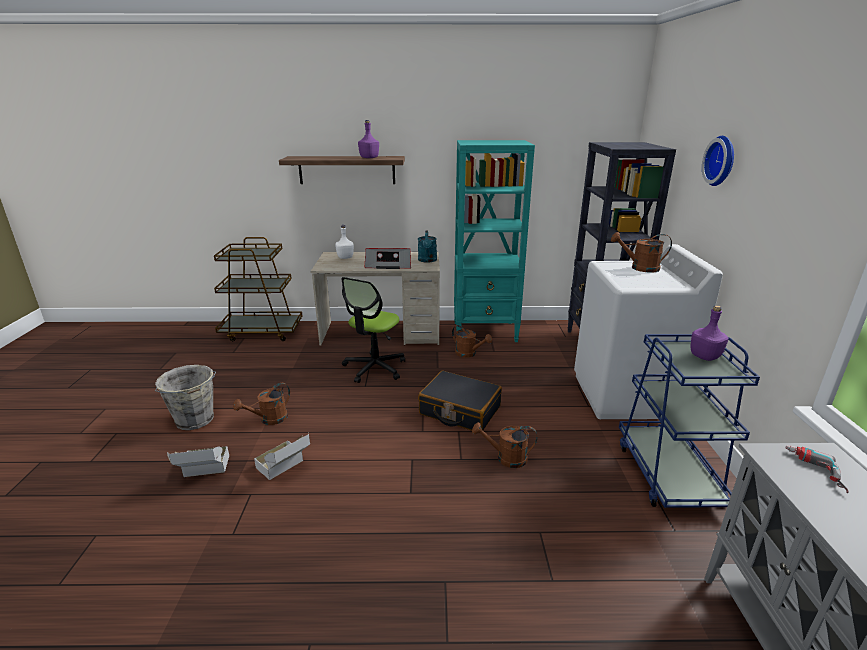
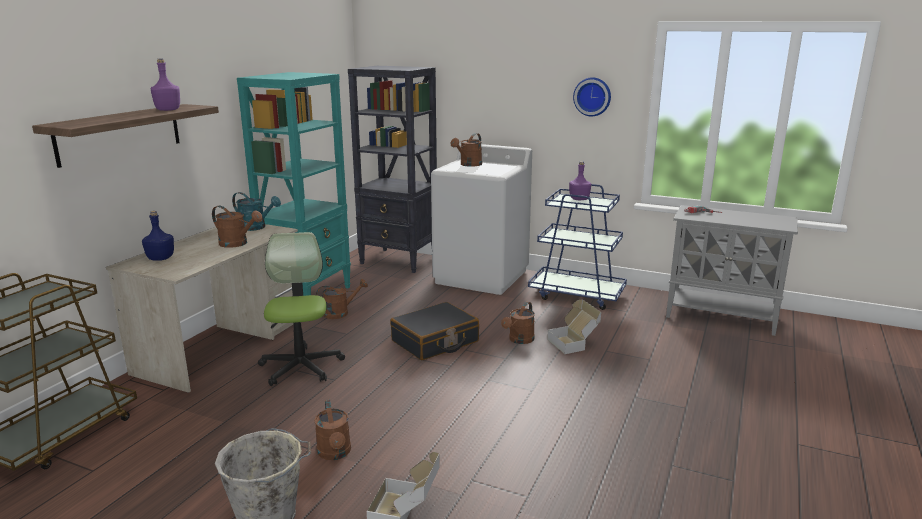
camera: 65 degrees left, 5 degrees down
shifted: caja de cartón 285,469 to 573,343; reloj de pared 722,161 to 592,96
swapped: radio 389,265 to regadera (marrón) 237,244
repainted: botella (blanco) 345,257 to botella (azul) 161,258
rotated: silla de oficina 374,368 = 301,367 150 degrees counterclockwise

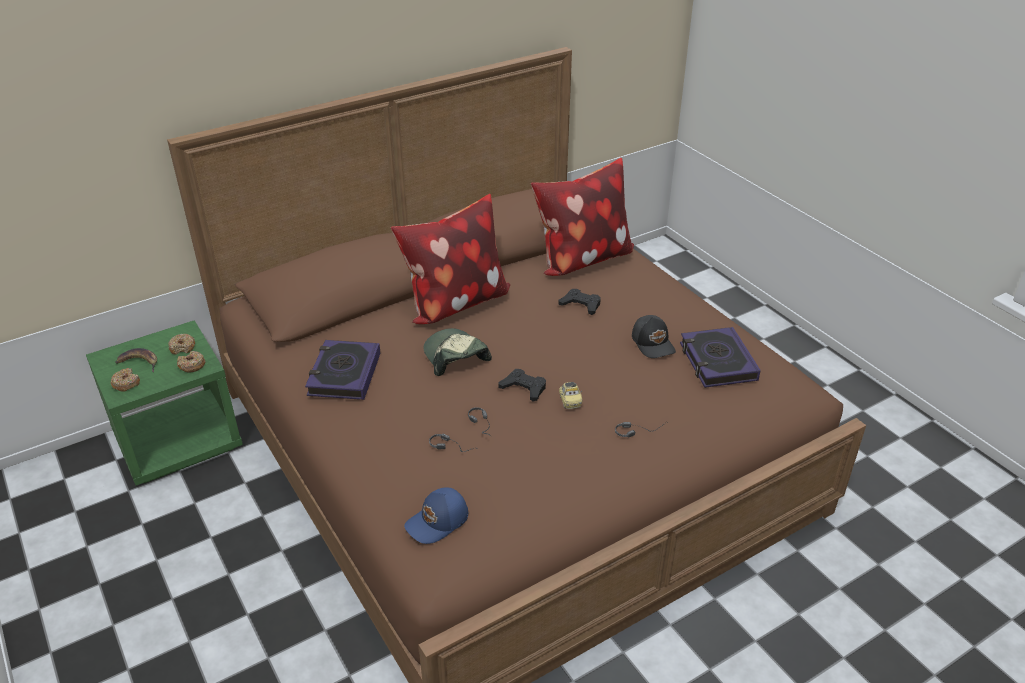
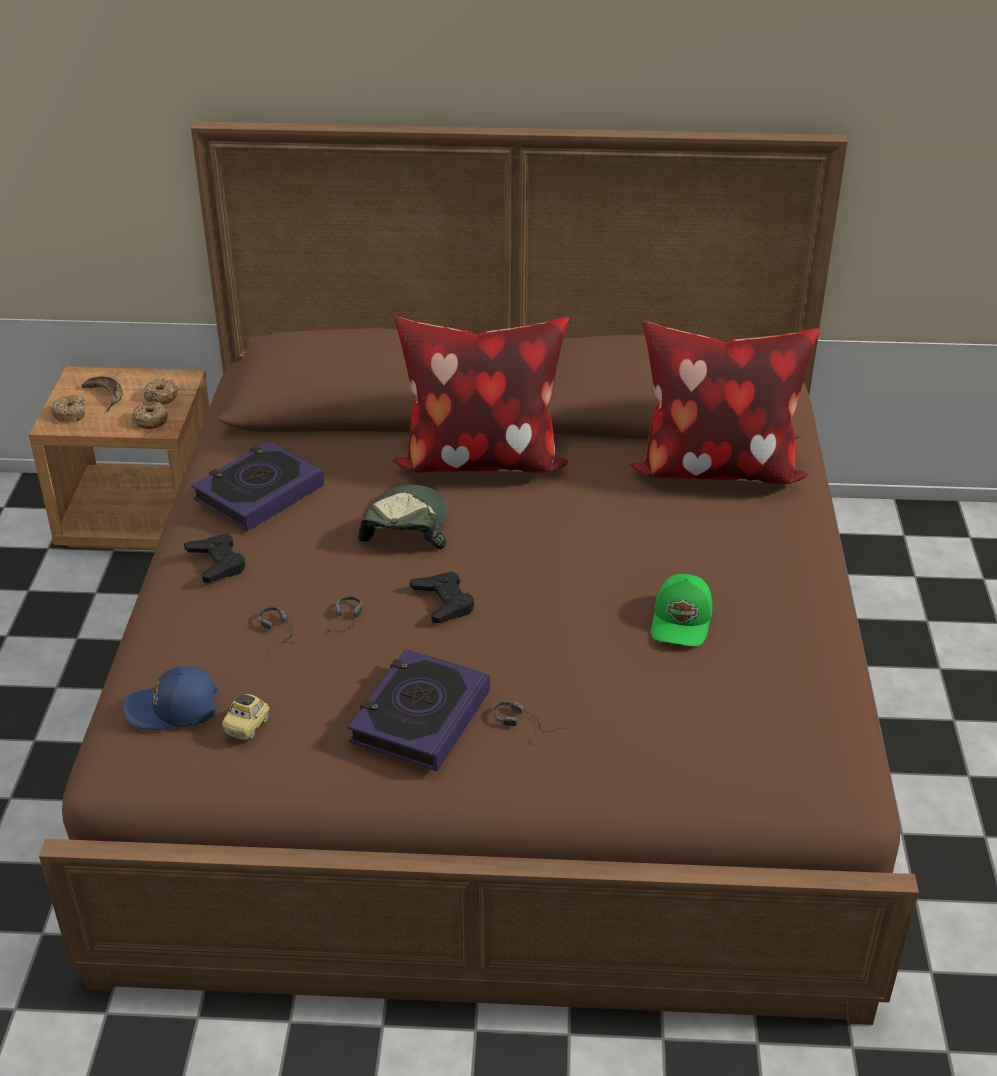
camera: 35 degrees right, 0 degrees up
shifted: mando de consola (negro) 580,305 to 217,563; coche de juguete 570,401 to 248,726; libro 717,362 to 420,717
repainted: mesita de noche (verde) 179,441 to mesita de noche (marrón) 142,517; gorra (negro) 653,343 to gorra (verde) 682,621

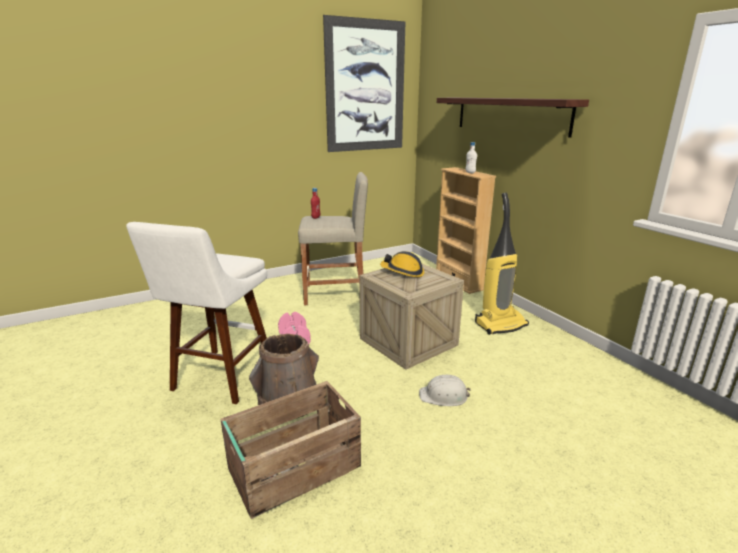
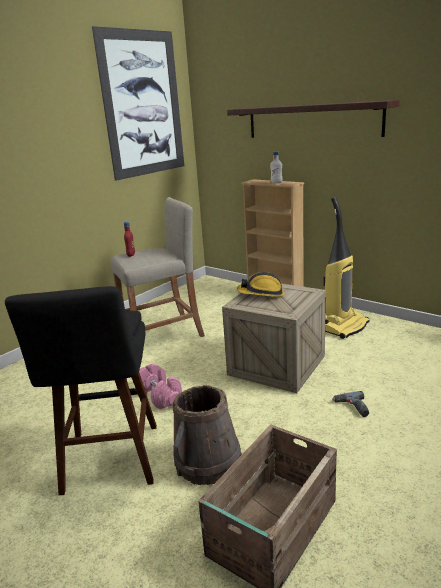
camera: 20 degrees left, 0 degrees up
swapped: casco (blanco) 444,396 to taladro 352,408
repainted: taburete (blanco) 220,379 to taburete (negro) 110,463

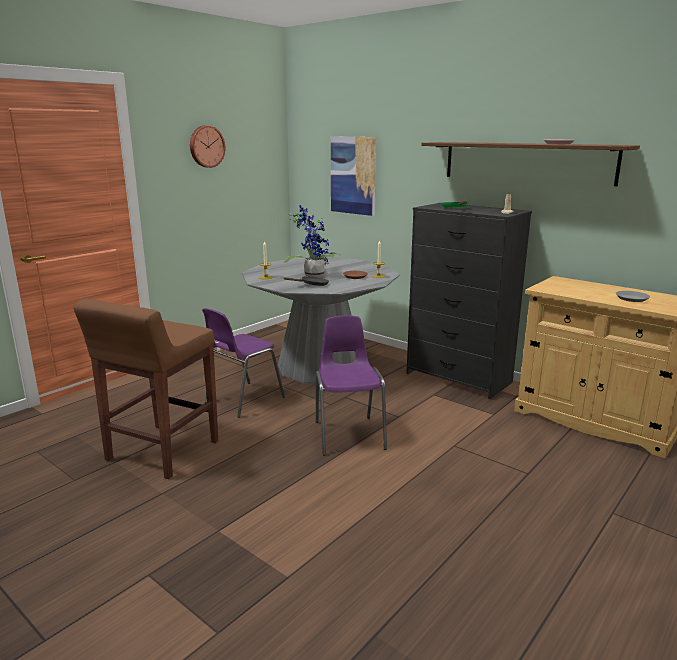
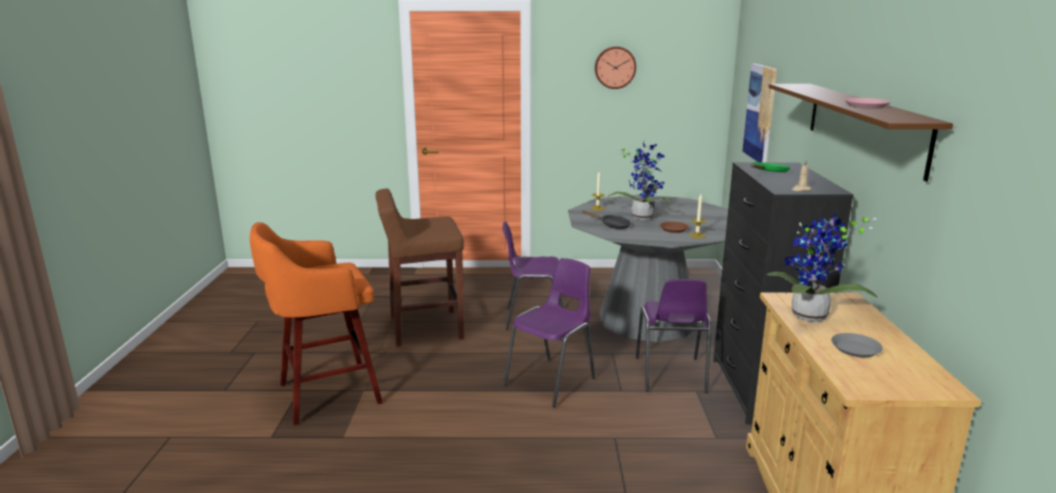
camera: 50 degrees right, 0 degrees up
new: taburete (naranja) 325,394; silla (morado) 670,376; planta en maceta 809,318

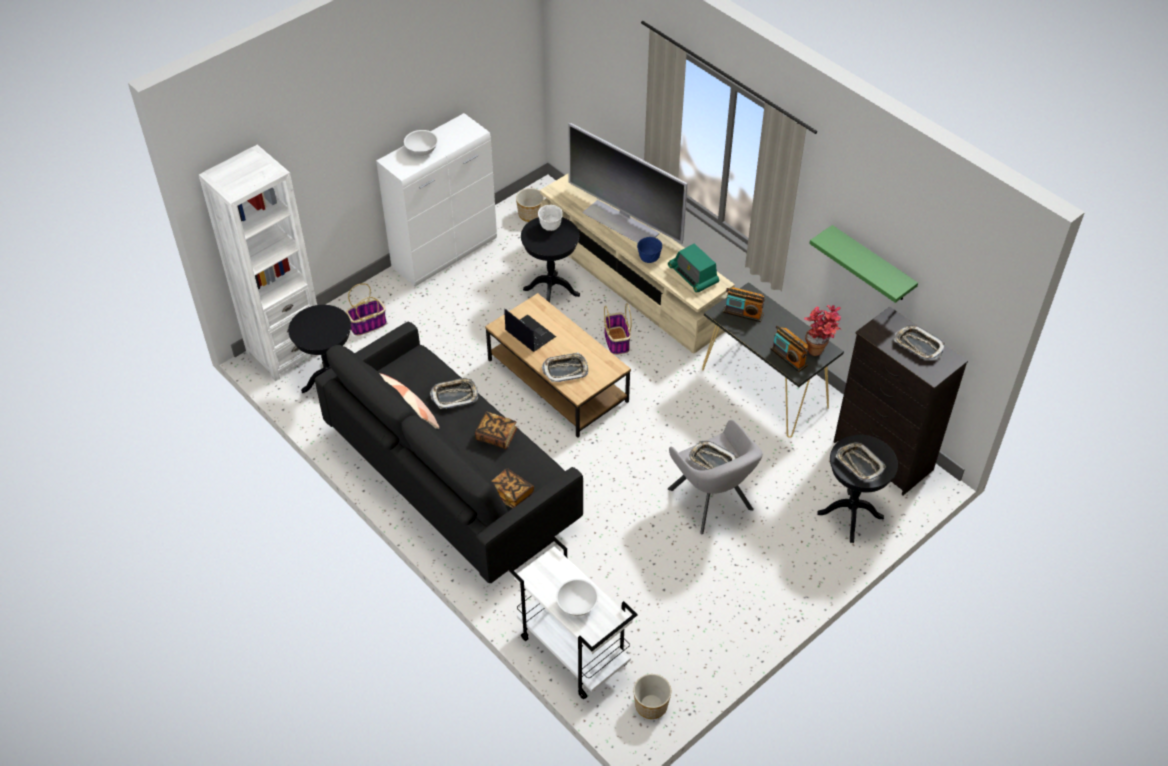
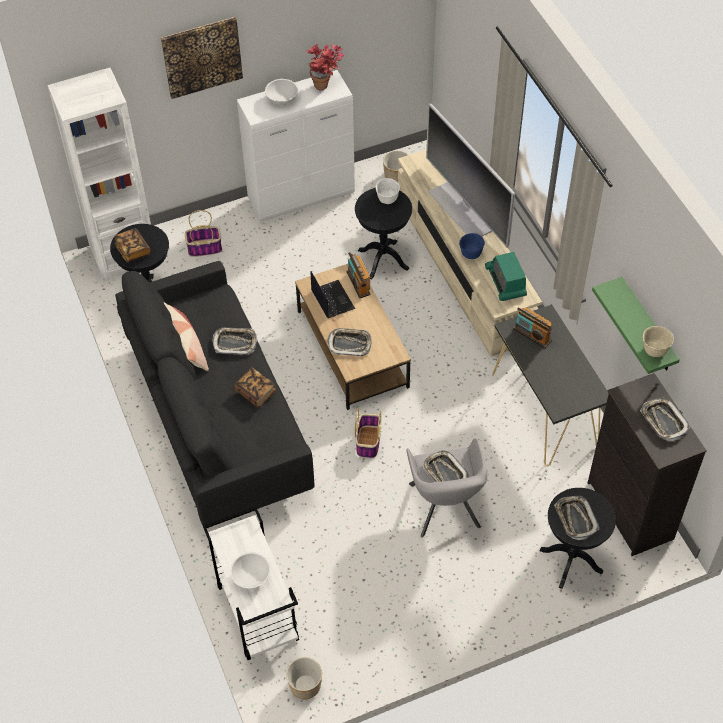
camera: 20 degrees right, 5 degrees up
new: cuadro 202,57; cuenco (beis) 654,350
shifted: libro 511,493 to 133,250; planta en maceta 819,349 to 326,85; radio 788,357 to 358,283; cesta 616,341 to 368,441

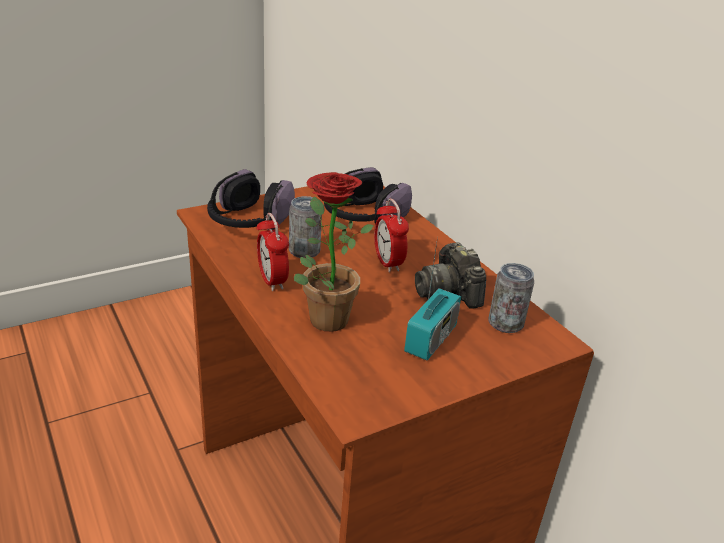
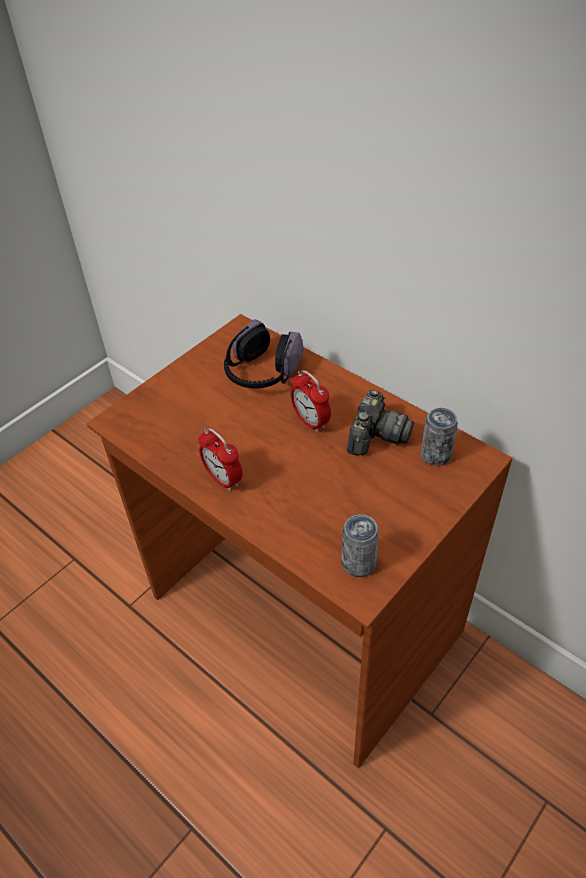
camera: 15 degrees left, 15 degrees up
gone: auriculares 248,222; planta en maceta 323,315; radio 431,339
shifted: lata 304,251 to 358,563
rotated: cámara 449,291 = 376,436 120 degrees counterclockwise

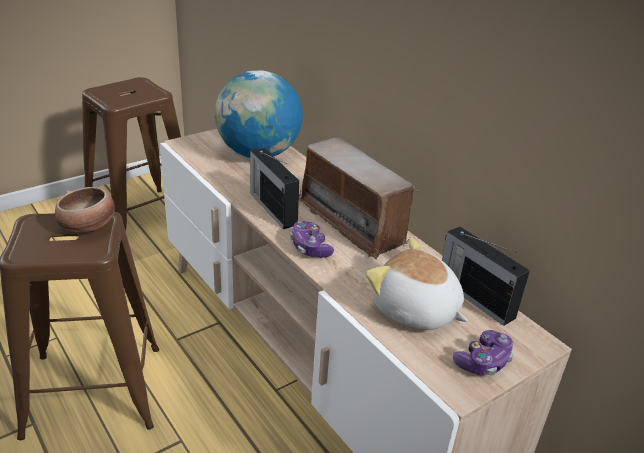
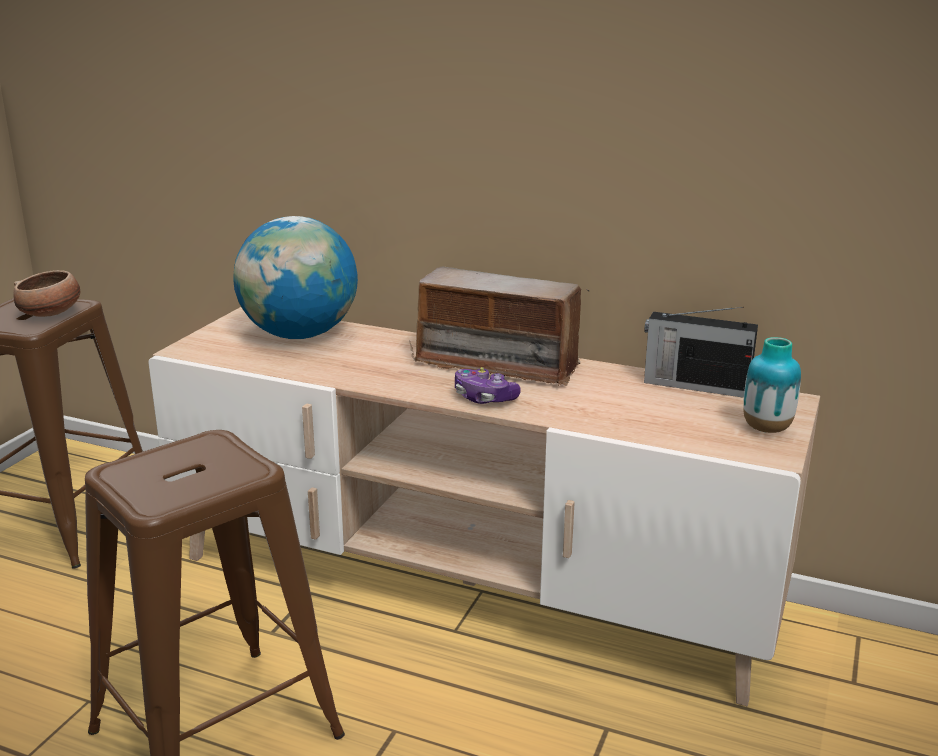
camera: 30 degrees left, 10 degrees down
gone: radio 272,208; peluche 415,311
shifted: cuenco 88,226 to 51,313
swapped: mando de consola 483,361 to florero 766,428

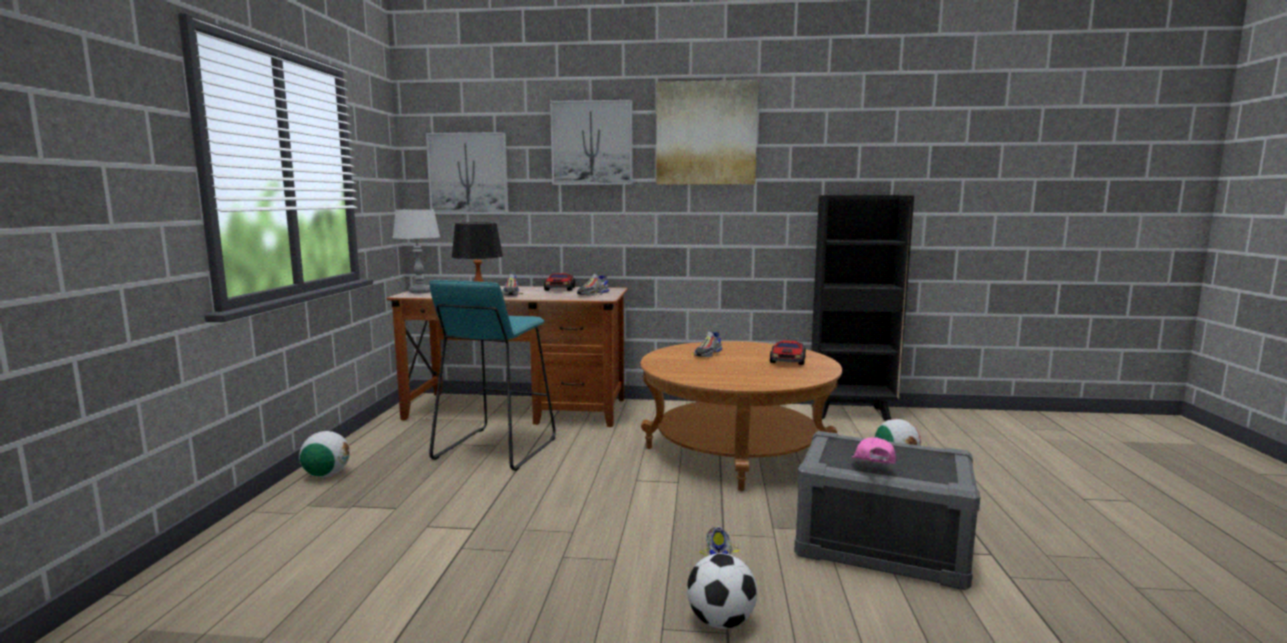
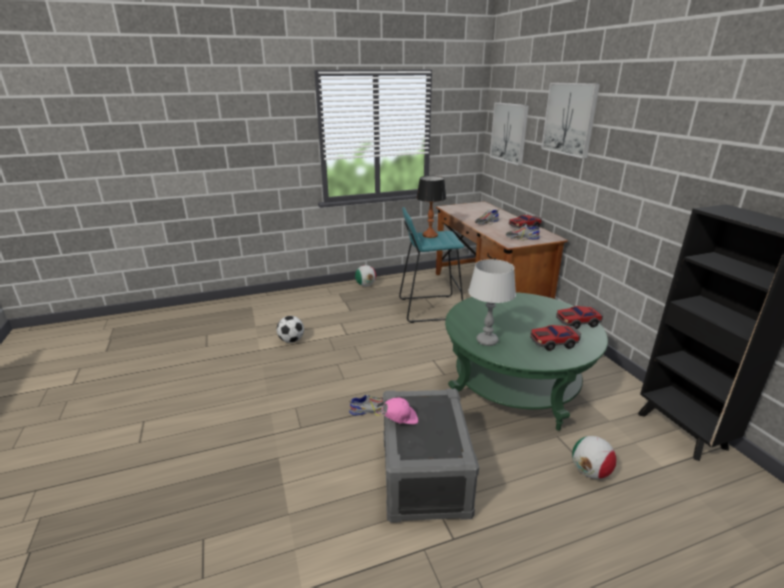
camera: 65 degrees right, 15 degrees up
gone: cuadro 706,133; zapato 708,353
new: coche de juguete 578,322
shifted: balón de fútbol 721,621 to 291,340; lámpara de mesa (gris) 420,292 to 486,341
repainted: mesa de centro (marrón) 737,451 to mesa de centro (verde) 515,386

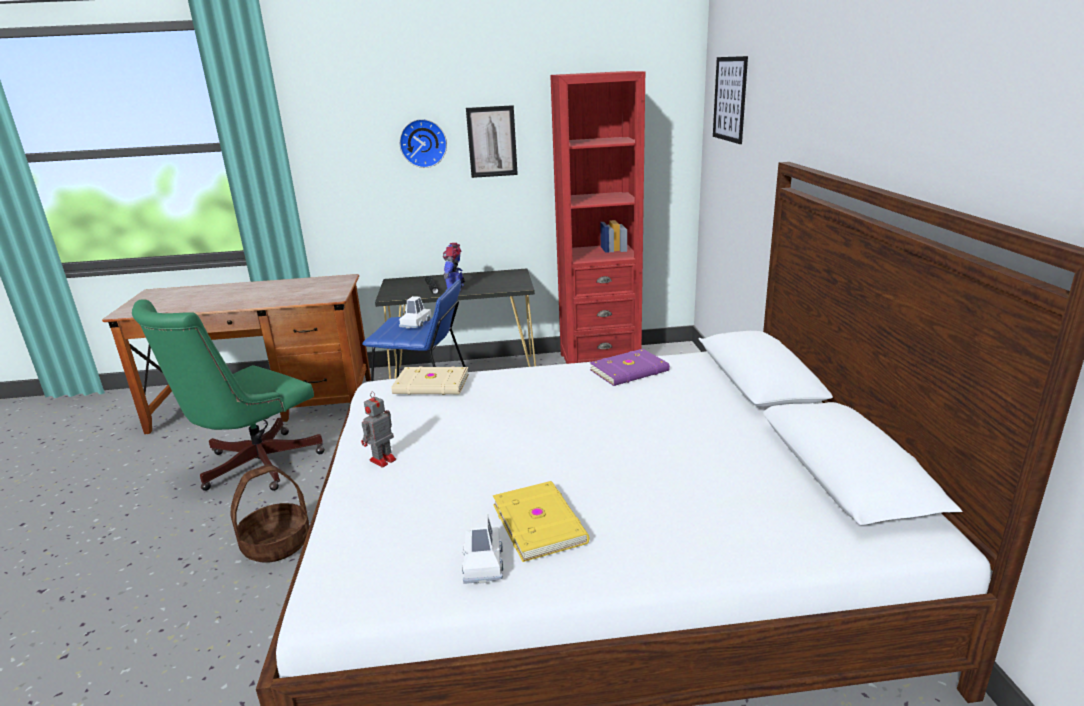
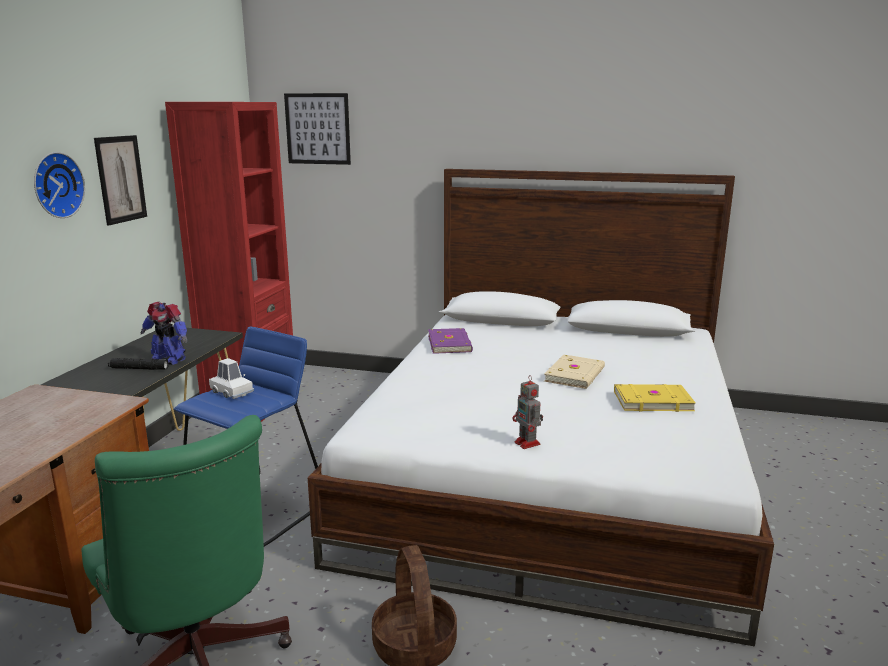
camera: 70 degrees left, 5 degrees down
gone: coche de juguete (blanco) 483,563
shifted: libro (beis) 431,385 to 576,375

